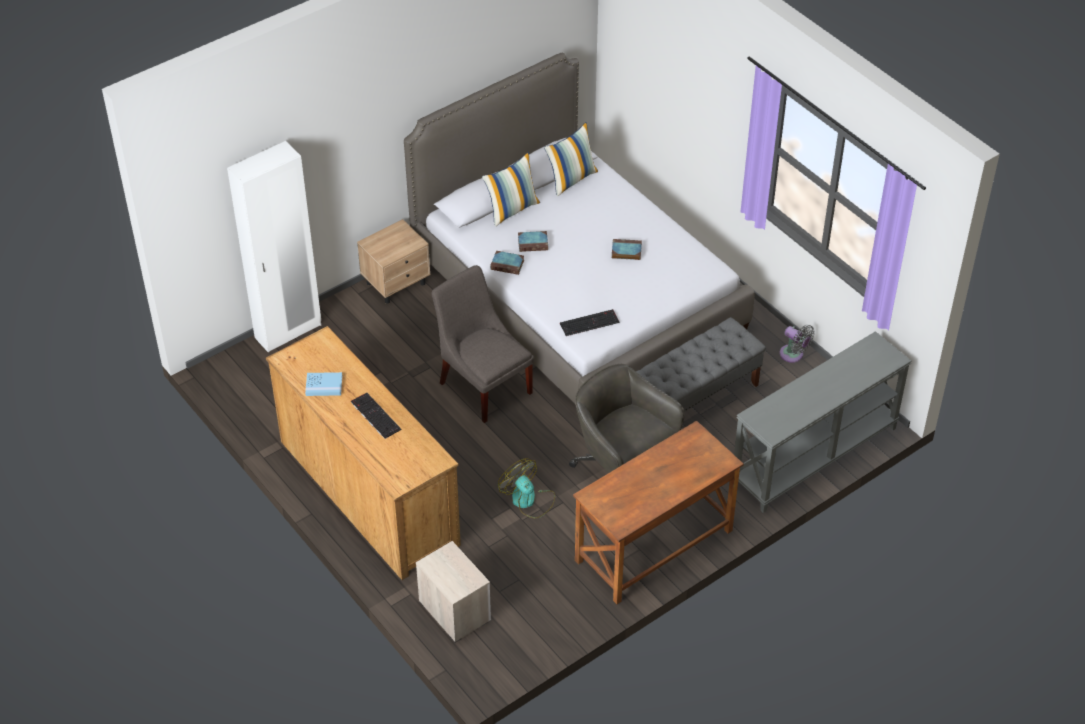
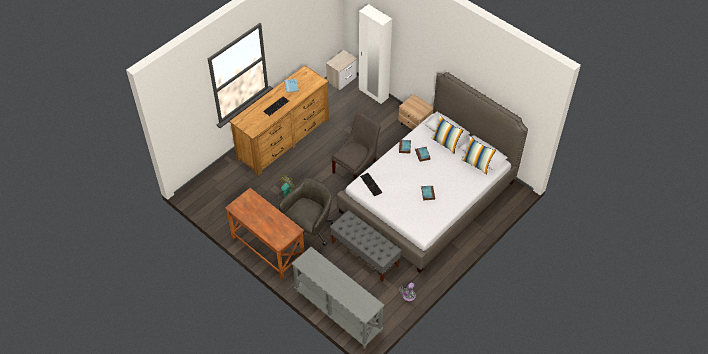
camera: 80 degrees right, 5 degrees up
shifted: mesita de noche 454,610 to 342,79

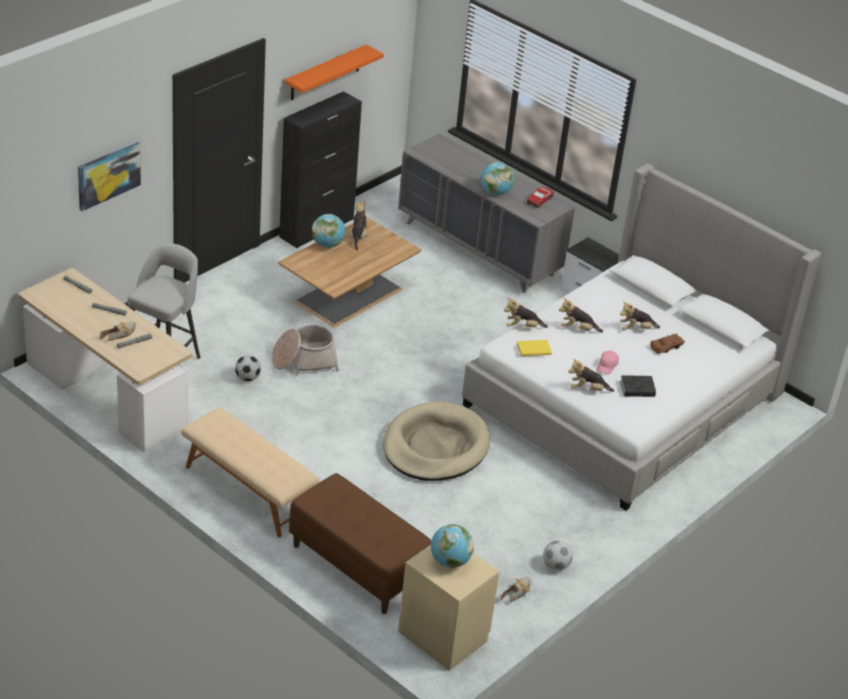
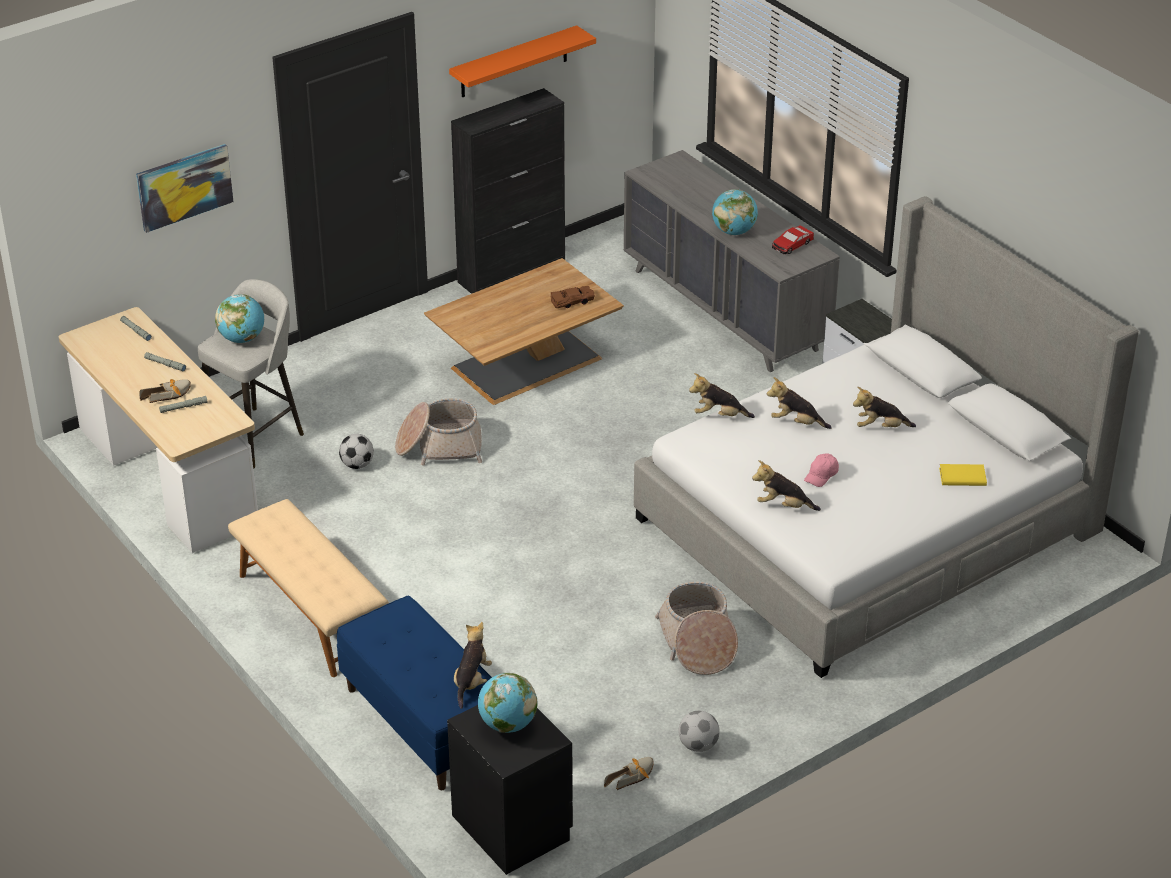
camera: 15 degrees right, 0 degrees up
gone: cama para perro (beis) 435,446; libro (negro) 637,389
new: cesta 697,642
shifted: globo terráqueo 327,245 to 242,339; peluche 358,237 to 471,681; coche de juguete (marrón) 667,347 to 573,301; libro (amarillo) 533,349 to 961,476
repainted: banco (marrón) 356,566 to banco (azul) 423,723; mesita de noche (beis) 443,635 to mesita de noche (negro) 513,827

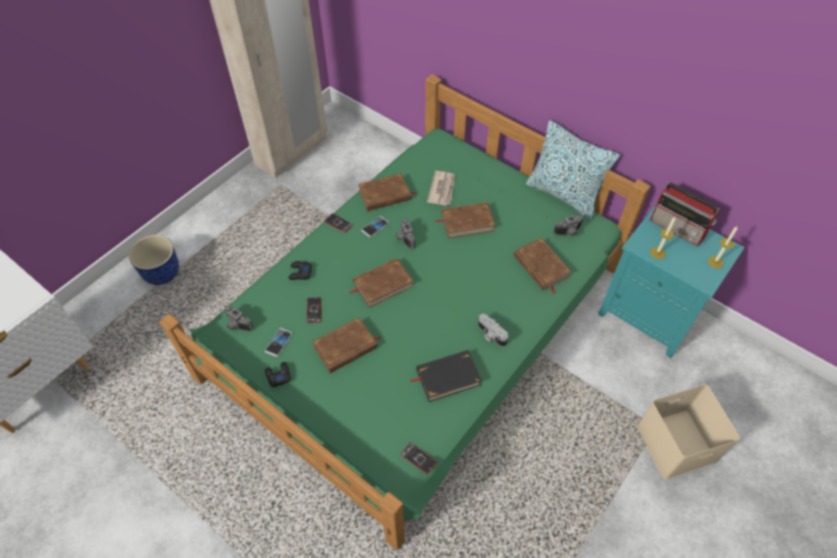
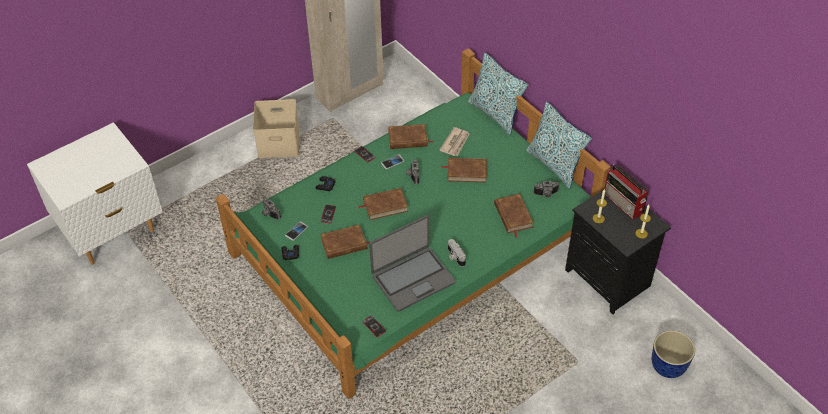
camera: 15 degrees right, 5 degrees down
new: cojín 495,114
shifted: caja de almacenaje (beis) 676,442 to 280,142; maceta 163,273 to 668,366
swapped: libro (negro) 447,377 to portátil 412,279
repainted: mesita de noche (turquesa) 650,314 to mesita de noche (negro) 609,278

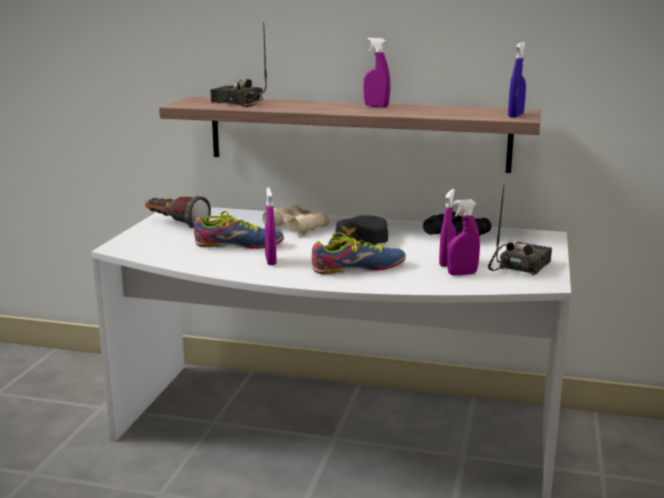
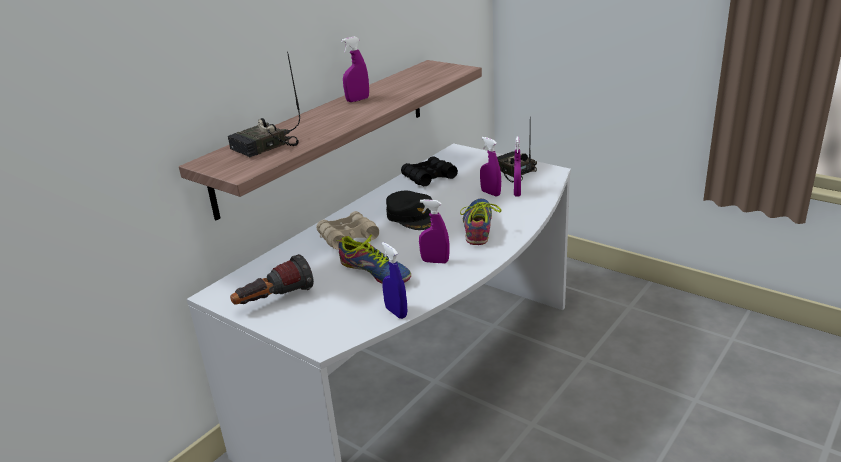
camera: 65 degrees left, 10 degrees up
shifted: pulverizador (azul) 515,116 to 396,312
rotated: zapato 238,244 = 375,271 105 degrees clockwise

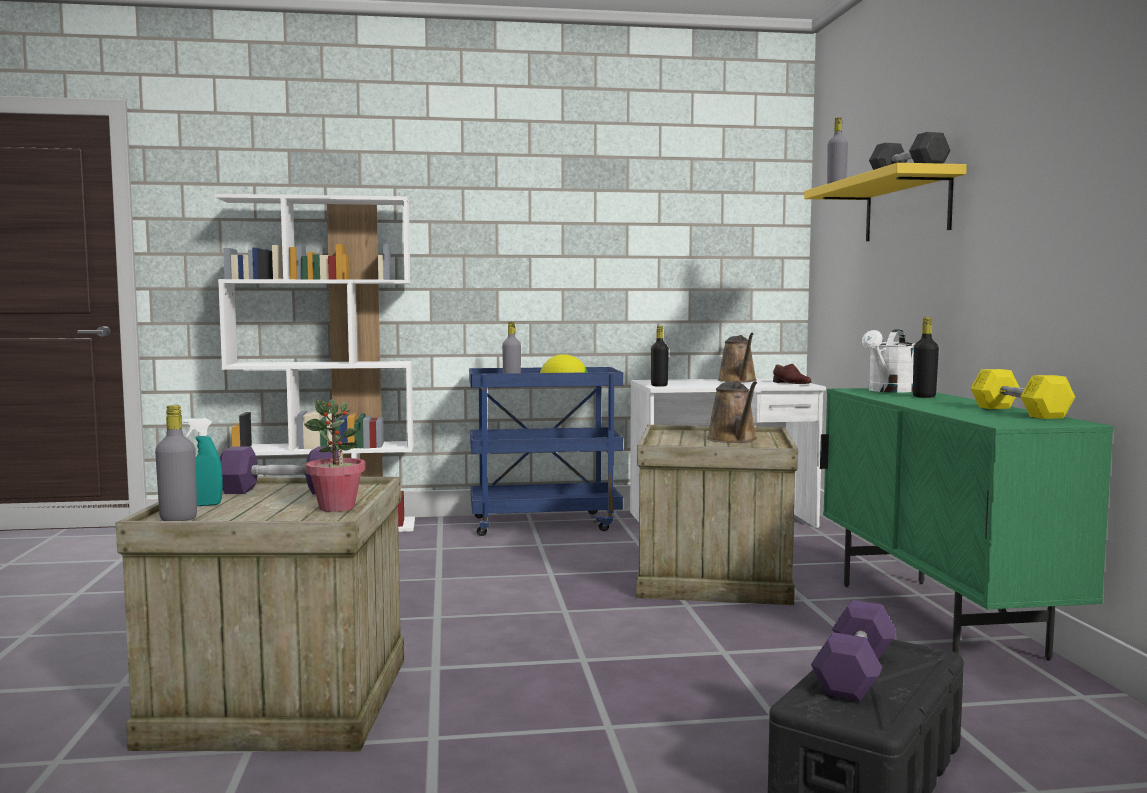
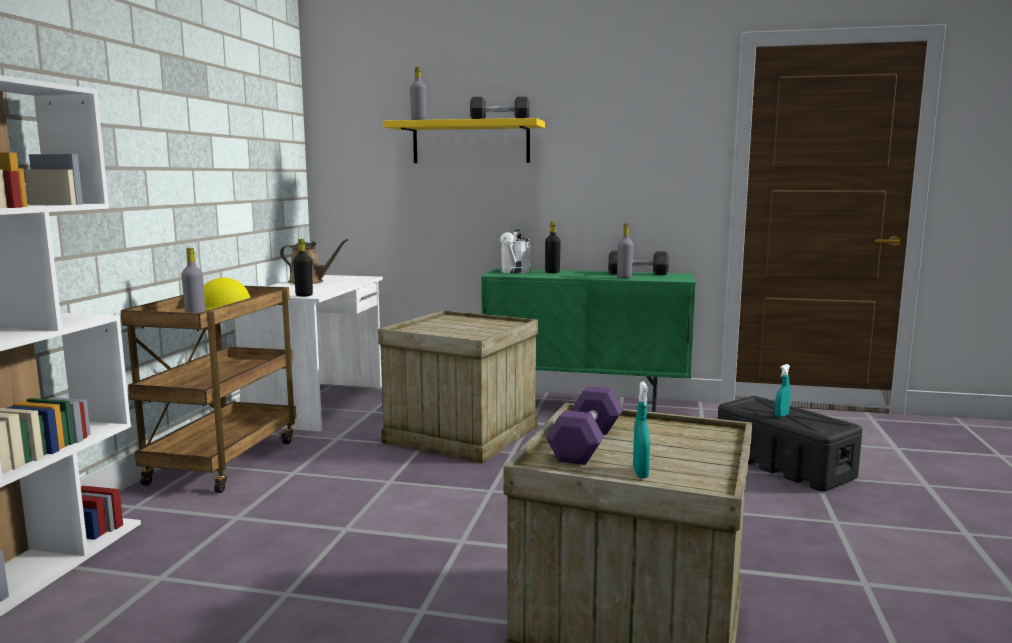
camera: 70 degrees left, 5 degrees up
gone: planta en maceta 337,508; regadera (marrón) 734,440; zapato (marrón) 791,383
shifted: botella (gris) 178,519 to 624,277
swapped: mancuerna (morado) 854,673 to pulverizador (turquesa) 781,415
repainted: carrito (azul) 545,523 to carrito (marrón) 223,460; mancuerna (amarillo) 1019,412 to mancuerna (gris) 638,273
rotated: regadera (blanco) 888,391 = 514,272 45 degrees clockwise

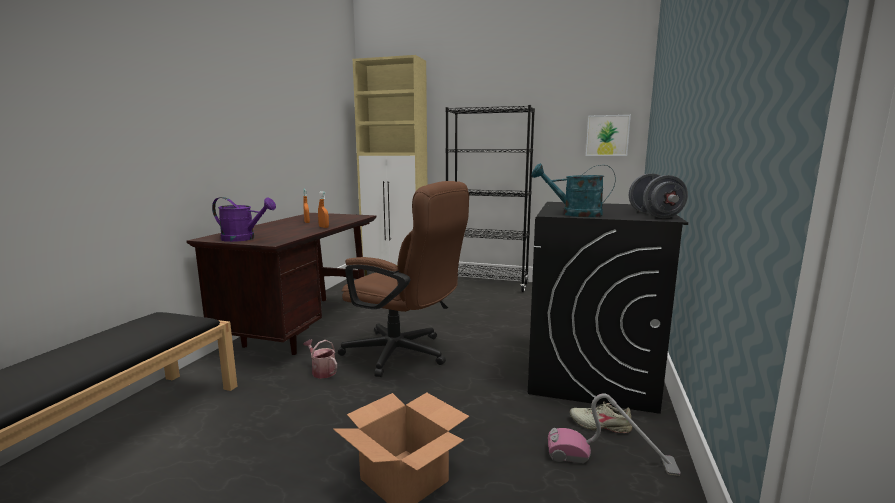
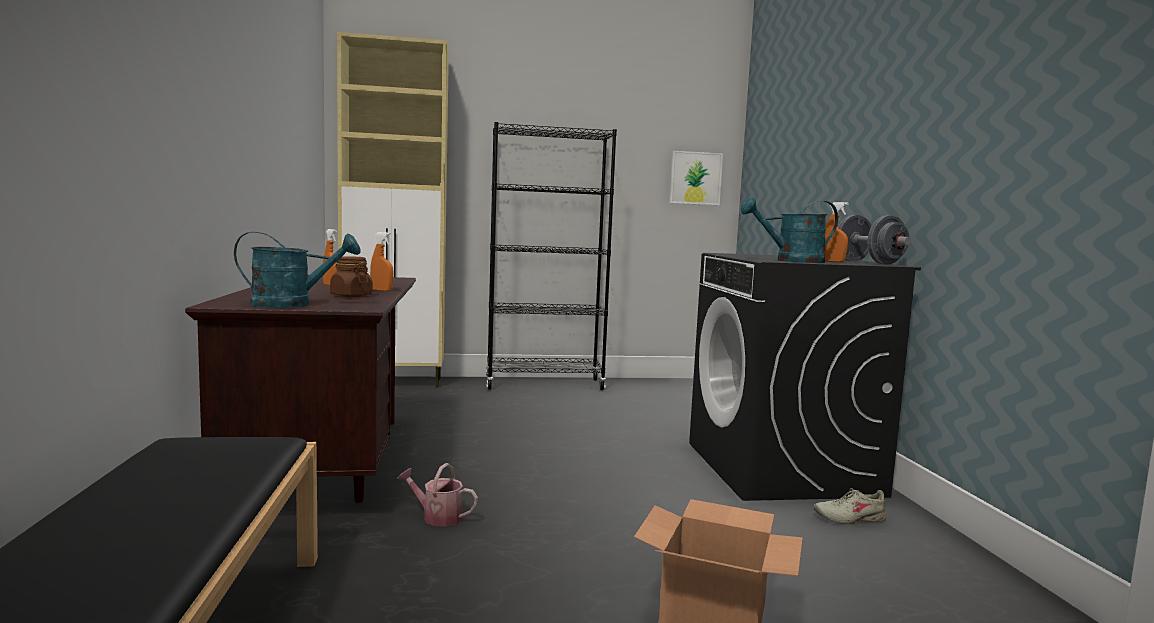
camera: 25 degrees left, 5 degrees down
gone: silla de oficina (marrón) 404,355; aspiradora 610,459
new: tarro (marrón) 351,295; pulverizador (naranja) 832,262
repainted: regadera (morado) 244,239 to regadera (turquesa) 292,304

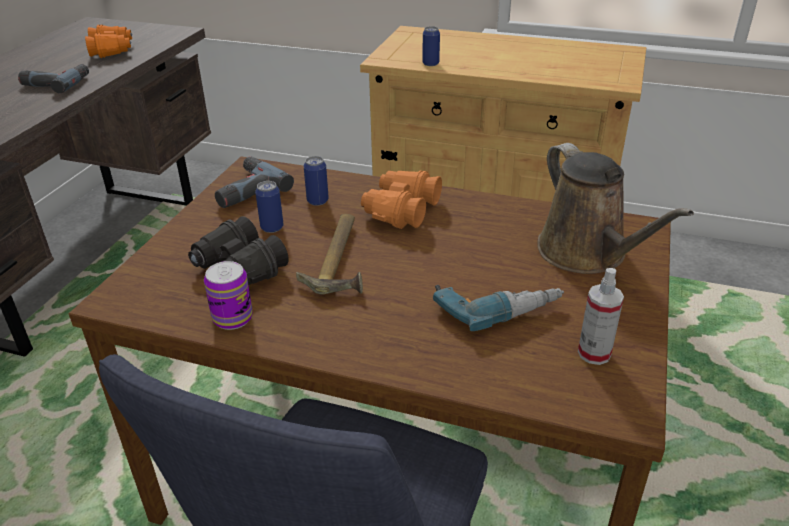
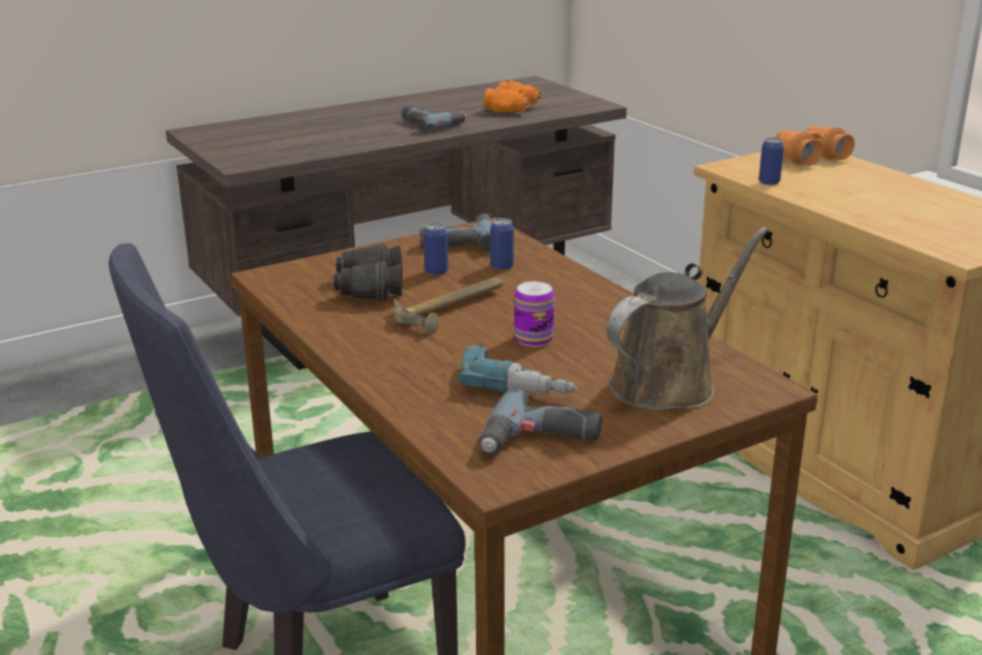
camera: 40 degrees right, 10 degrees down
shifted: lata 232,318 to 533,339; prismáticos (naranja) 400,210 to 808,157
swapped: pulverizador 594,353 to taladro 540,441
rotated: regadera (marrón) 587,254 = 670,383 150 degrees counterclockwise

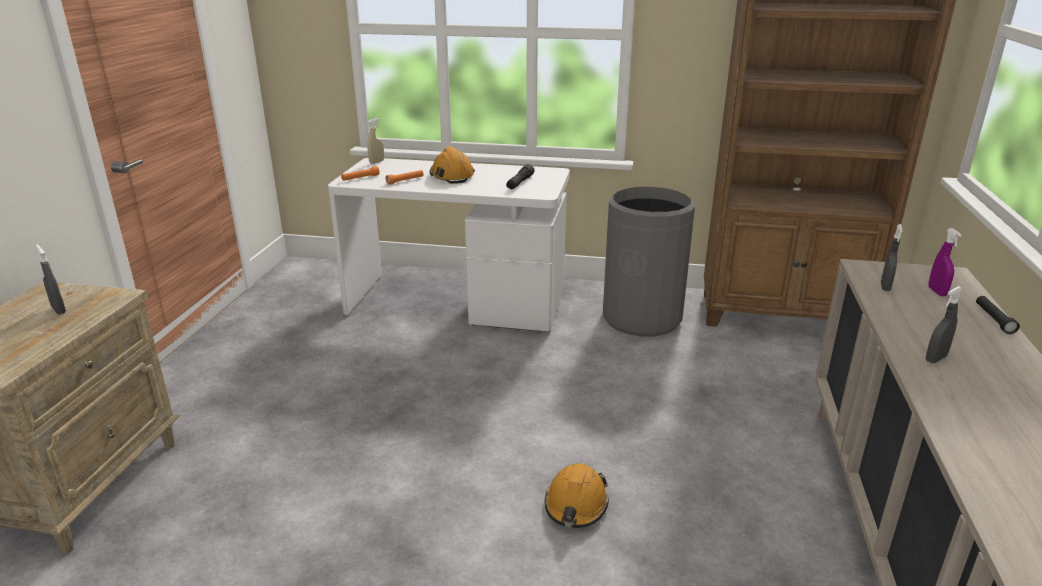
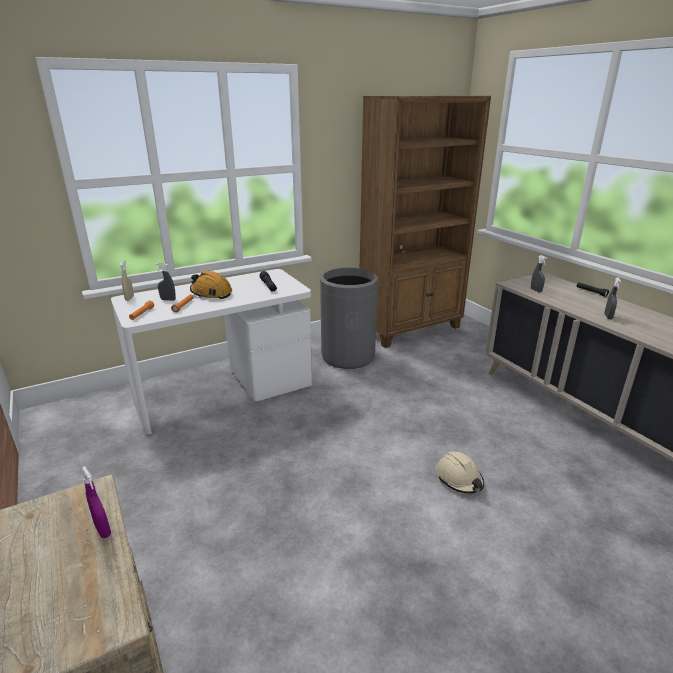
camera: 40 degrees left, 0 degrees up
shifted: pulverizador (morado) 937,292 to 102,529; pulverizador (gris) 59,310 to 168,300
repainted: casco (naranja) 576,505 to casco (beis) 459,478

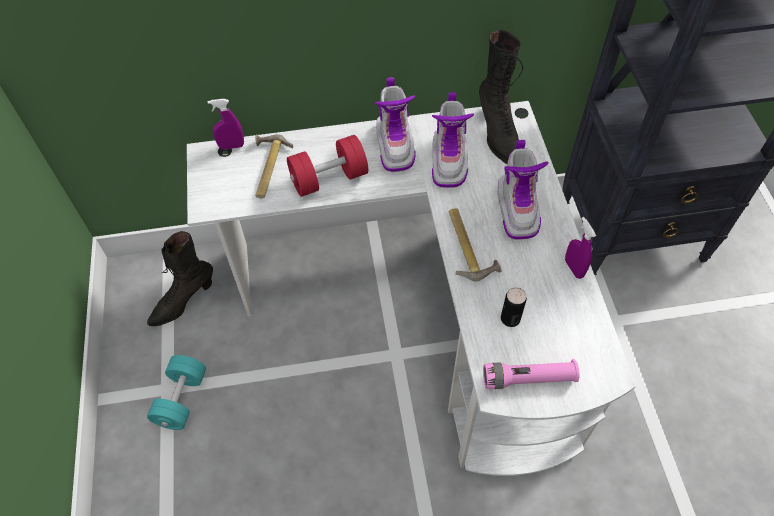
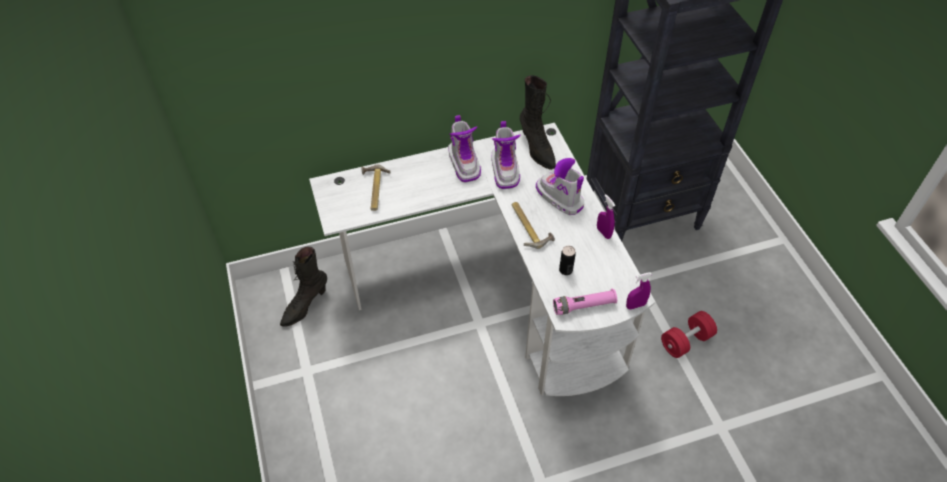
camera: 10 degrees left, 5 degrees down
gone: mancuerna (turquesa) 181,399
shifted: pulverizador (morado) 231,146 to 635,305; mancuerna (rojo) 329,178 to 686,341
rotated: bota 517,209 = 559,198 150 degrees clockwise

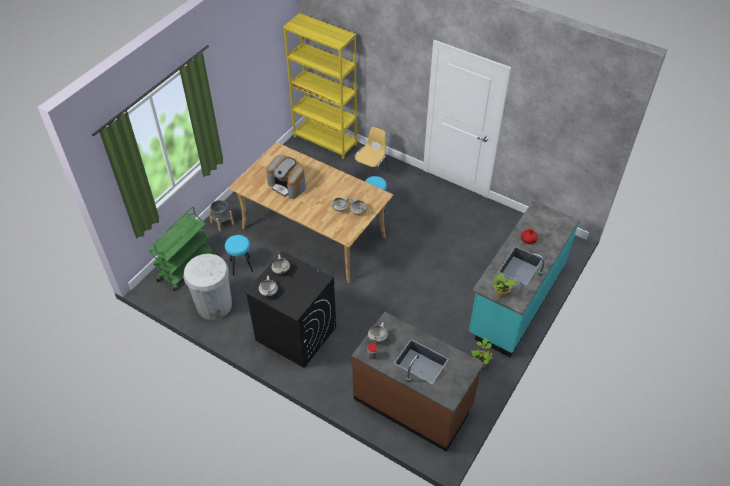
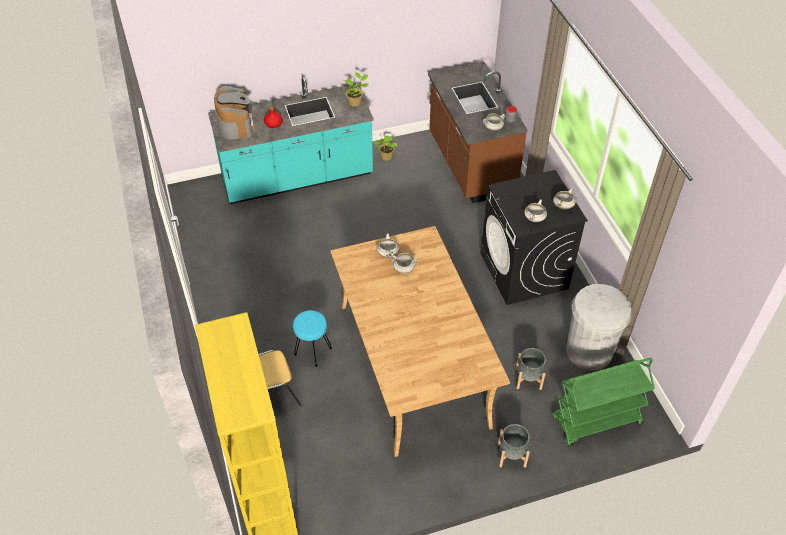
camera: 140 degrees left, 0 degrees up
shifted: cafetera 288,185 to 235,123
swapped: taburete (turquesa) 241,265 to maceta (gris) 528,378

